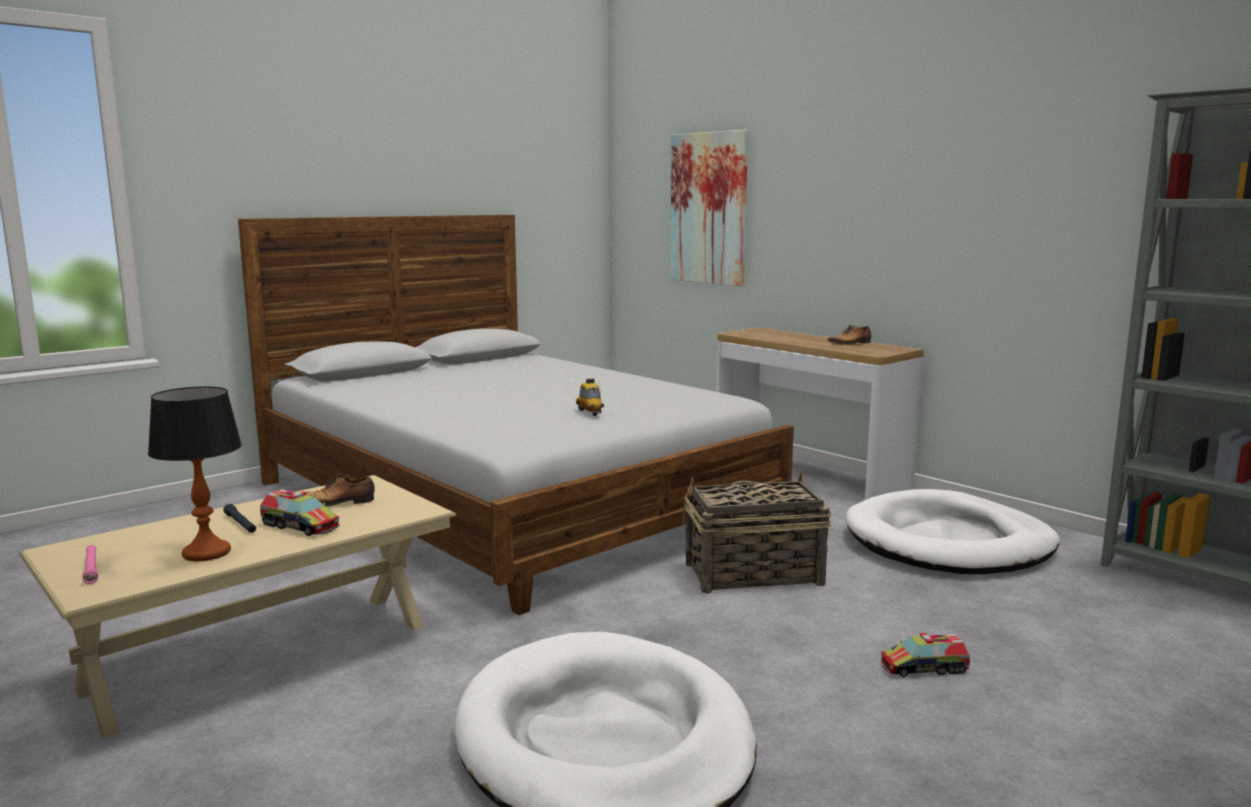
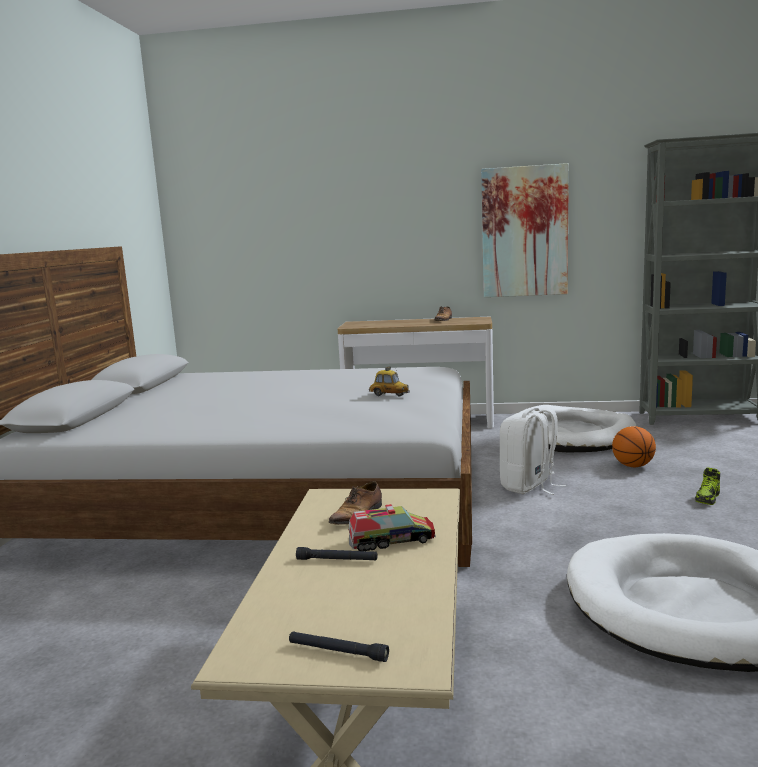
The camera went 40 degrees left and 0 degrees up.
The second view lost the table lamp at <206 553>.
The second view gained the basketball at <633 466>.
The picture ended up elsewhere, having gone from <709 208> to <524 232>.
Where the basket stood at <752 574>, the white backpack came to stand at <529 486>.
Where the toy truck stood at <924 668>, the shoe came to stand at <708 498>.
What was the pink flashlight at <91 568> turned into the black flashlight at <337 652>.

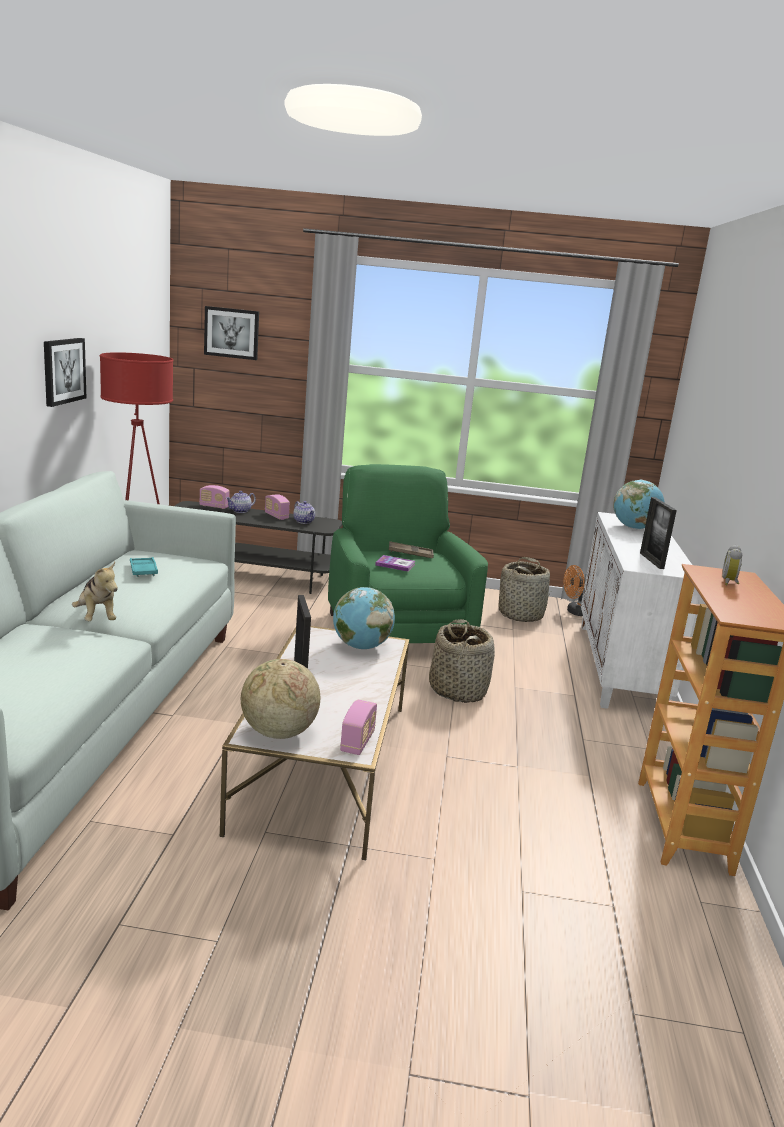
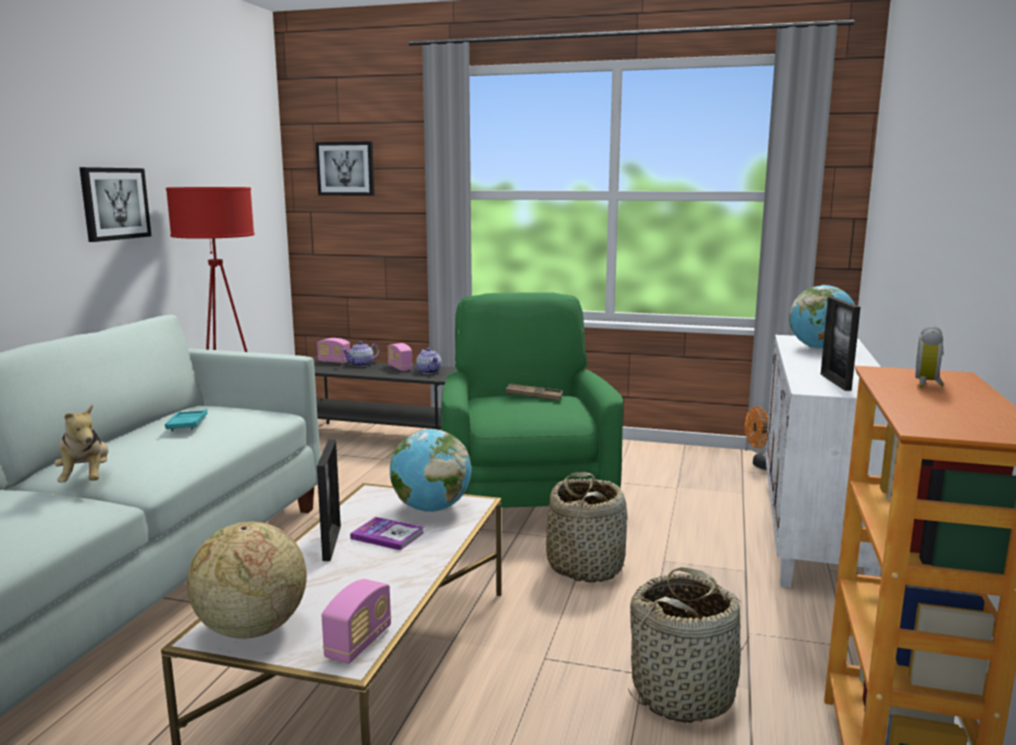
The camera went 10 degrees right and 5 degrees down.
The book ended up elsewhere, having gone from <395 564> to <387 535>.
The basket ended up elsewhere, having gone from <521 614> to <684 693>.

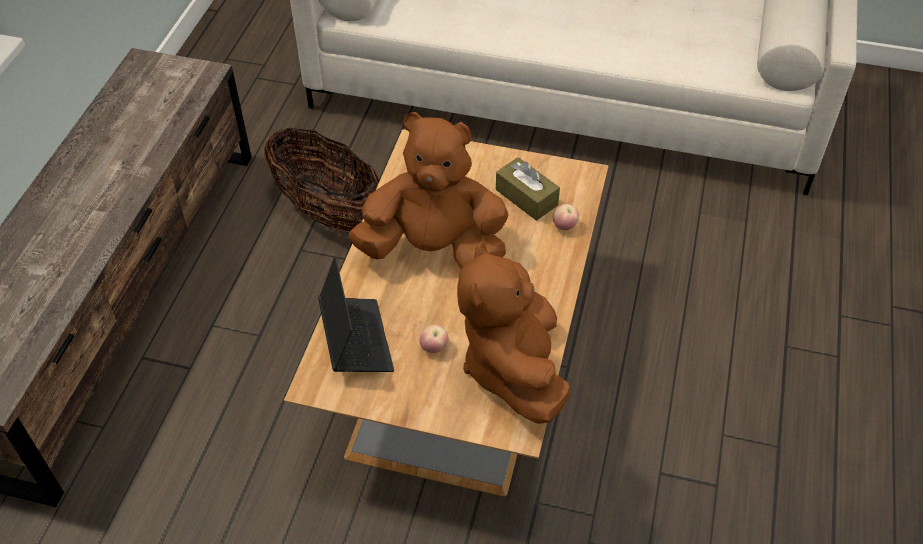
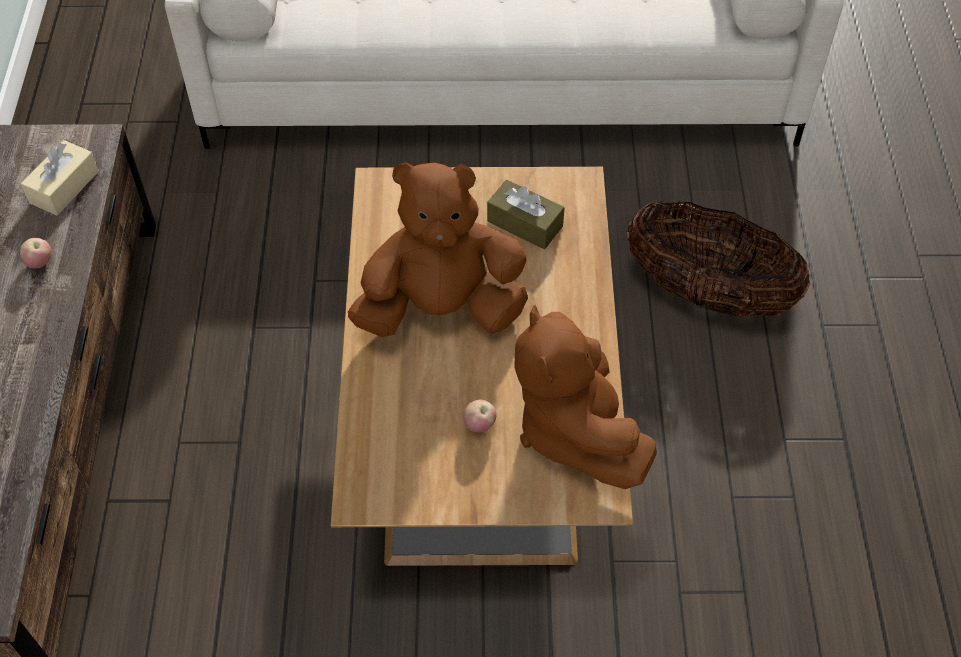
The camera went 15 degrees left and 5 degrees up.
The second view lost the laptop at <356 340>.
The second view gained the beige tissue box at <64 187>.
The basket ended up elsewhere, having gone from <330 212> to <707 293>.
The apple ended up elsewhere, having gone from <564 226> to <40 263>.

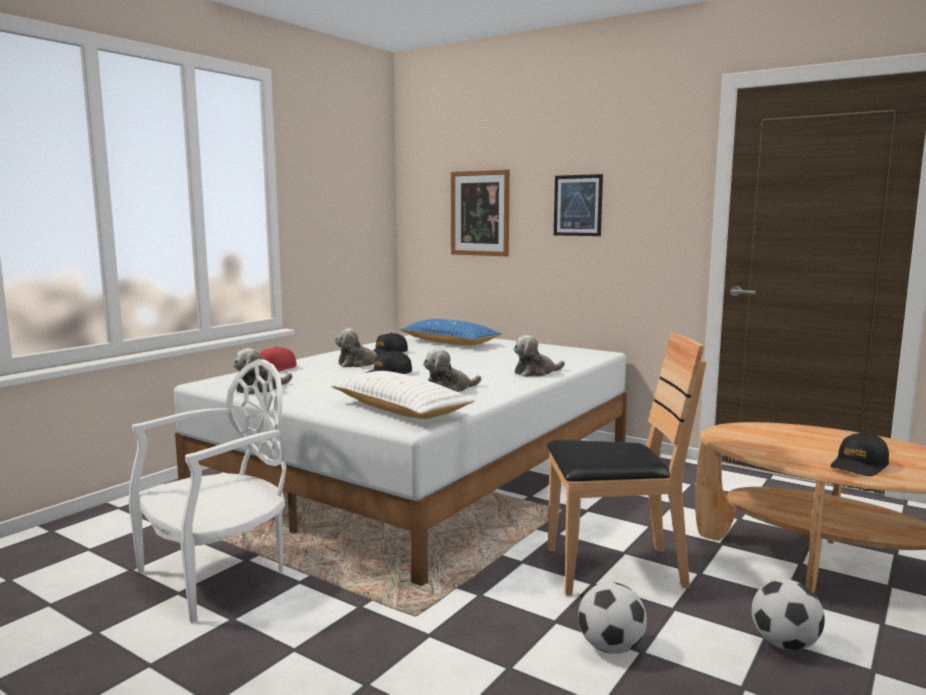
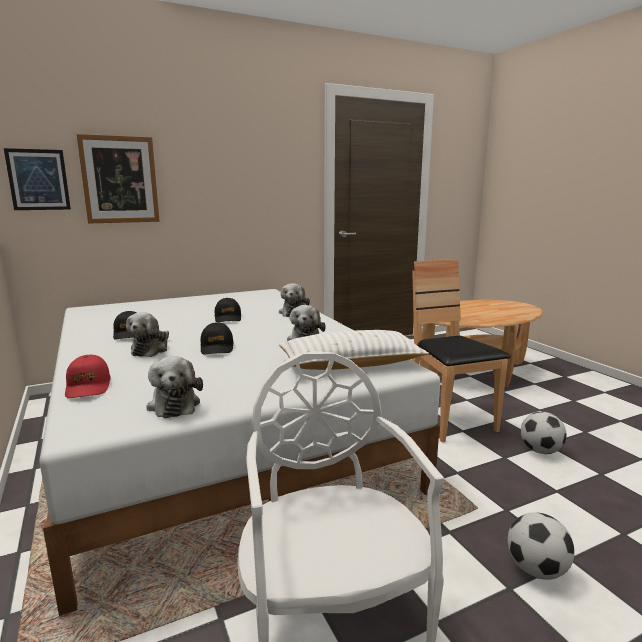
The camera went 60 degrees left and 5 degrees up.
The second view lost the blue pillow at <449 343>.
The picture ended up elsewhere, having gone from <577 205> to <38 180>.
The football ended up elsewhere, having gone from <784 644> to <536 570>.
The black cap ended up elsewhere, having gone from <859 466> to <228 318>.
The brown chair at <613 569> ended up facing another way, 45 degrees counterclockwise from before.

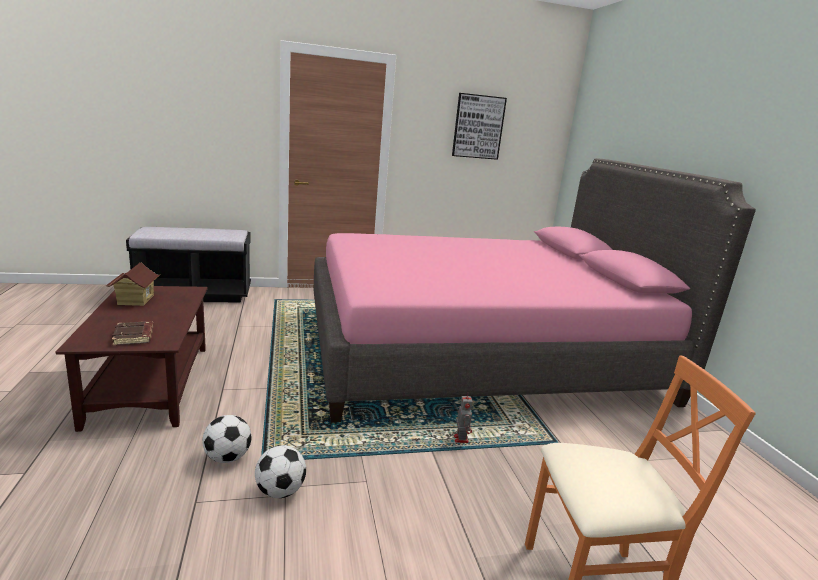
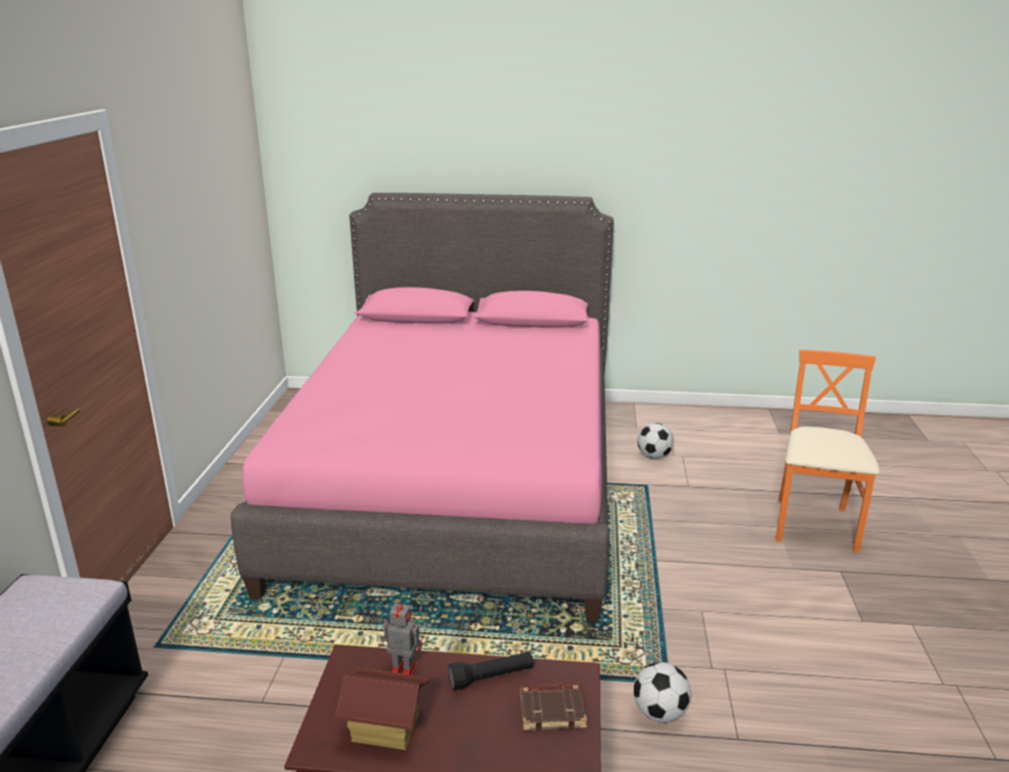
The camera went 70 degrees left and 5 degrees up.
The second view lost the picture at <478 127>.
The second view gained the black flashlight at <491 678>.
The football ended up elsewhere, having gone from <280 491> to <654 456>.
The toy robot ended up elsewhere, having gone from <460 439> to <402 669>.

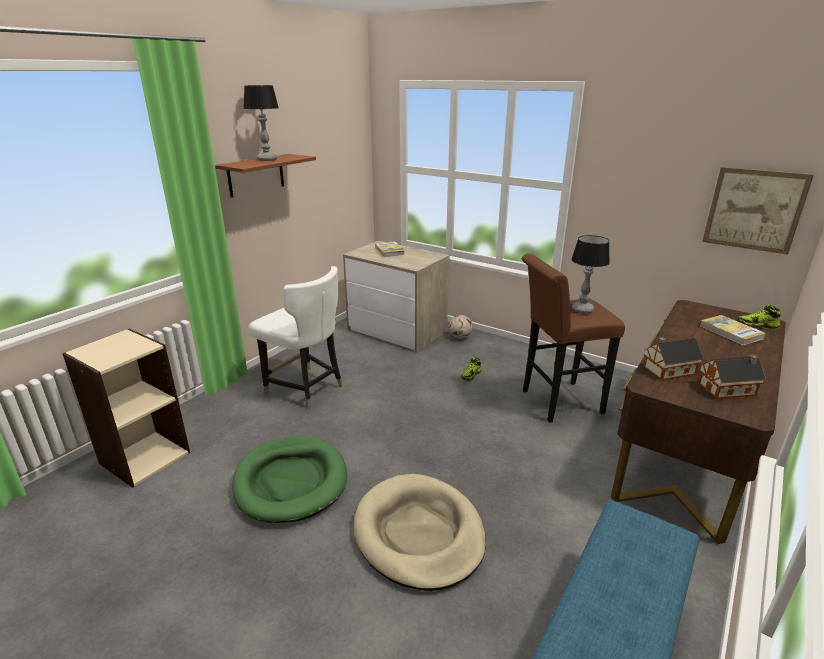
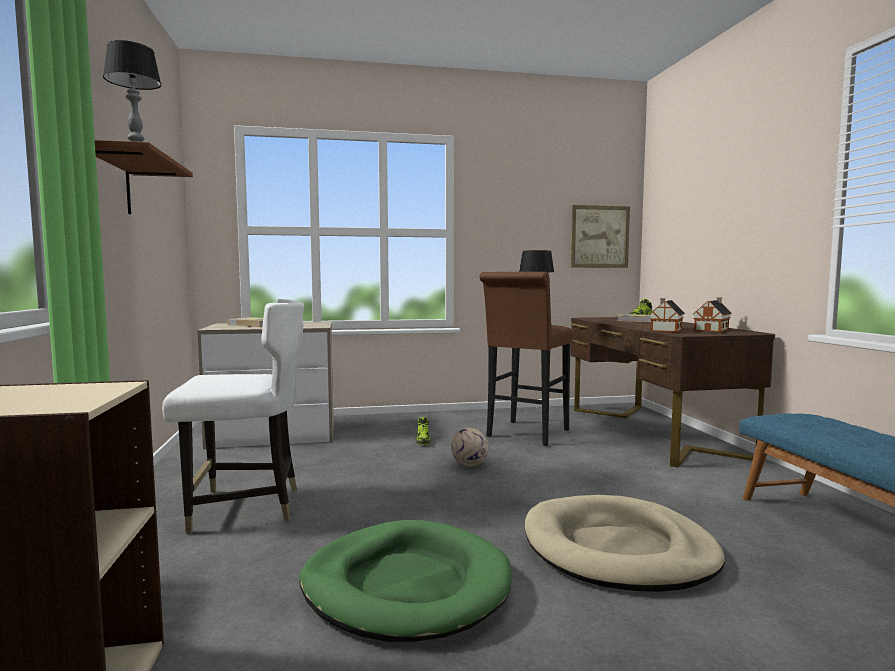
The camera went 45 degrees left and 20 degrees down.
The football ended up elsewhere, having gone from <460 337> to <469 465>.

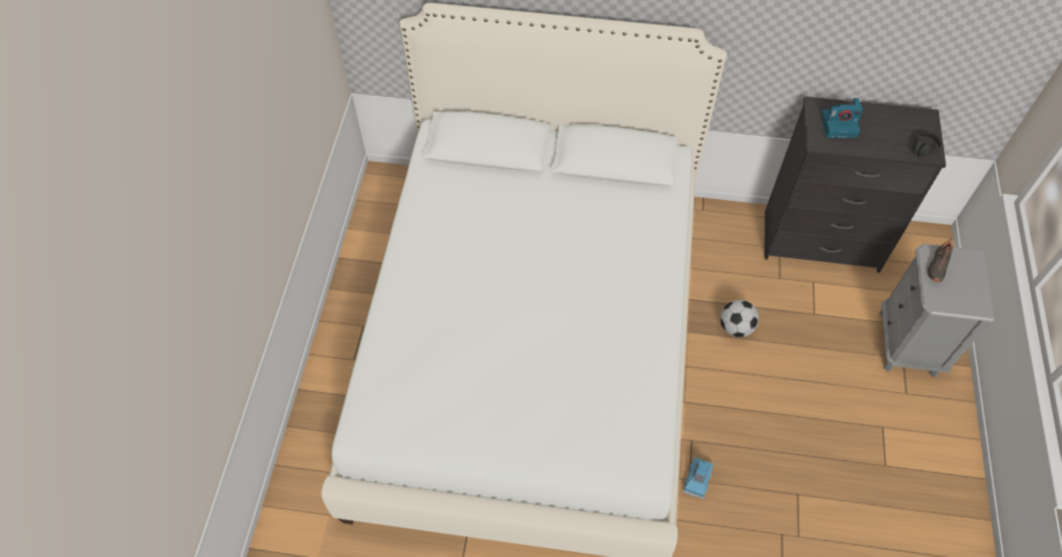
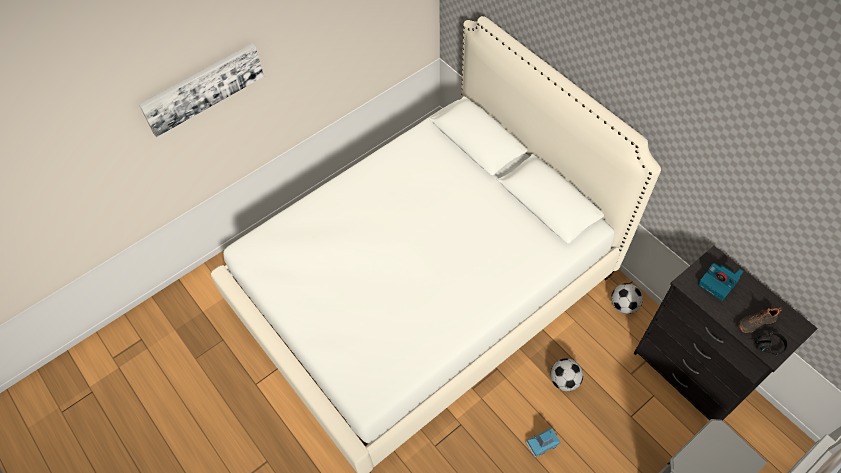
The camera went 45 degrees right and 0 degrees up.
The second view gained the picture at <203 88>.
The second view gained the football at <623 305>.
The blue toy car ended up elsewhere, having gone from <697 480> to <542 443>.
The black shoe ended up elsewhere, having gone from <937 265> to <755 321>.

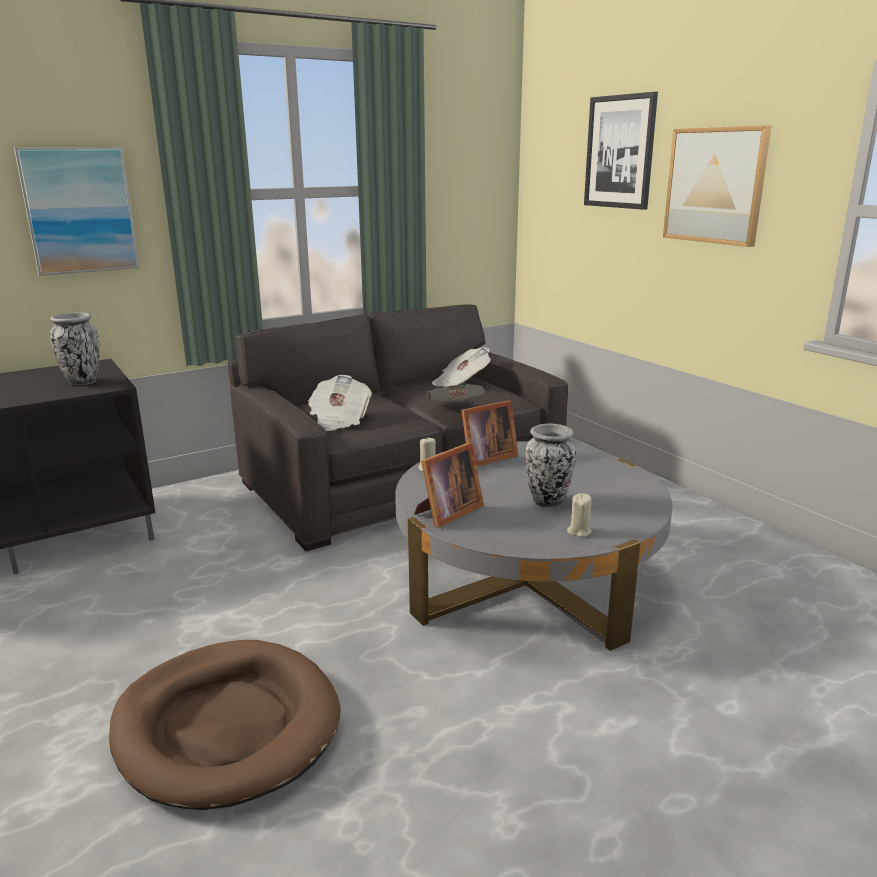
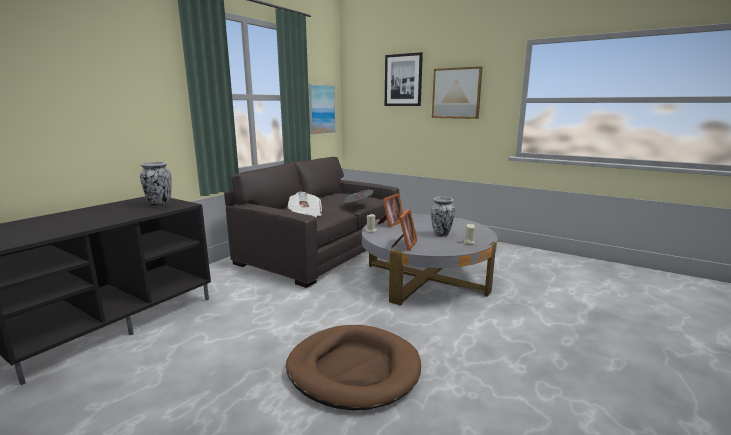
The camera went 25 degrees left and 5 degrees down.
The second view lost the newspaper at <461 383>.
The picture ended up elsewhere, having gone from <79 210> to <321 109>.

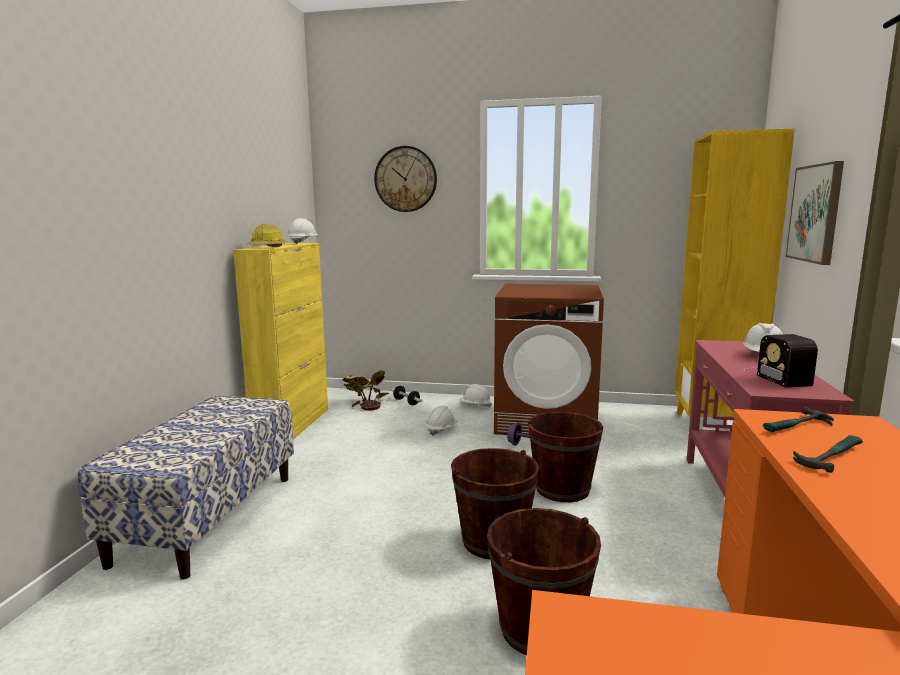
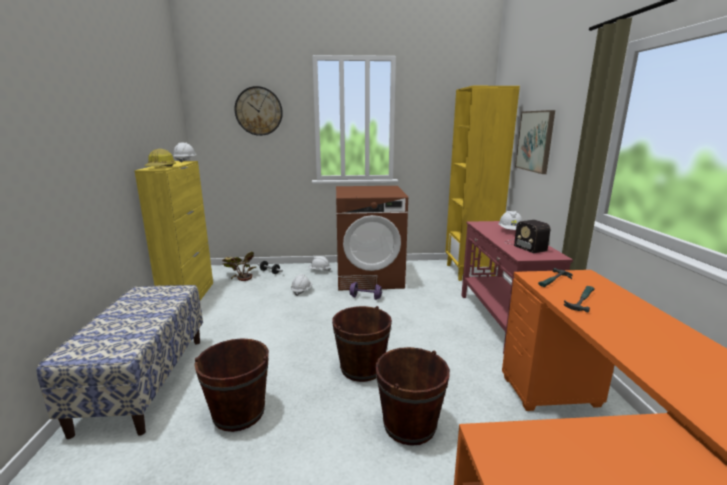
The camera went 15 degrees left and 5 degrees up.
The brown bucket ended up elsewhere, having gone from <562 489> to <239 413>.

